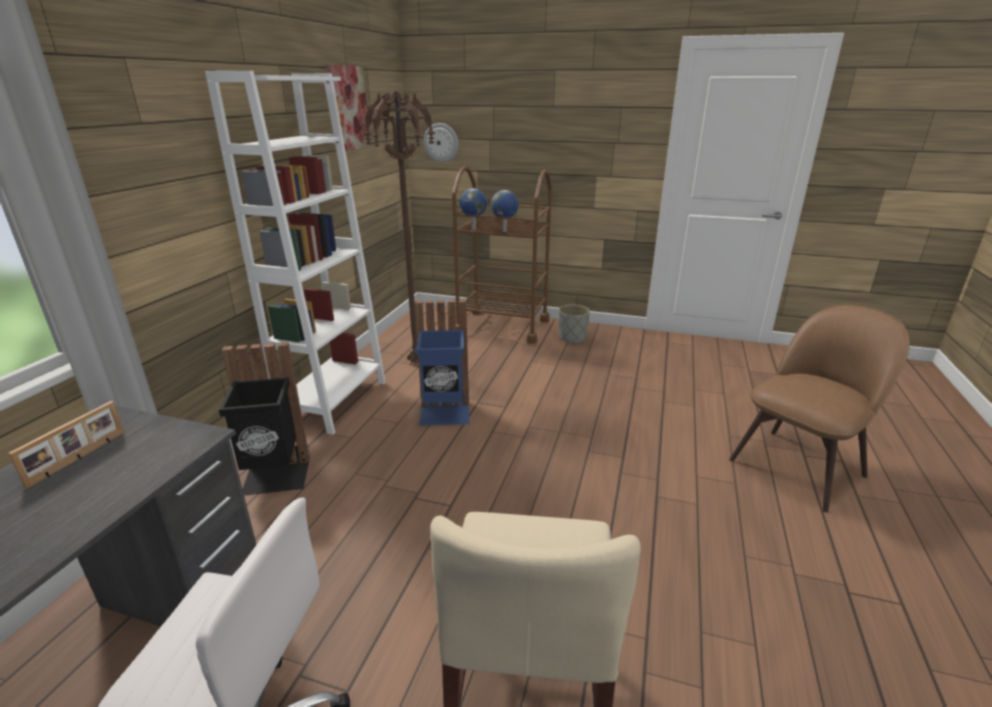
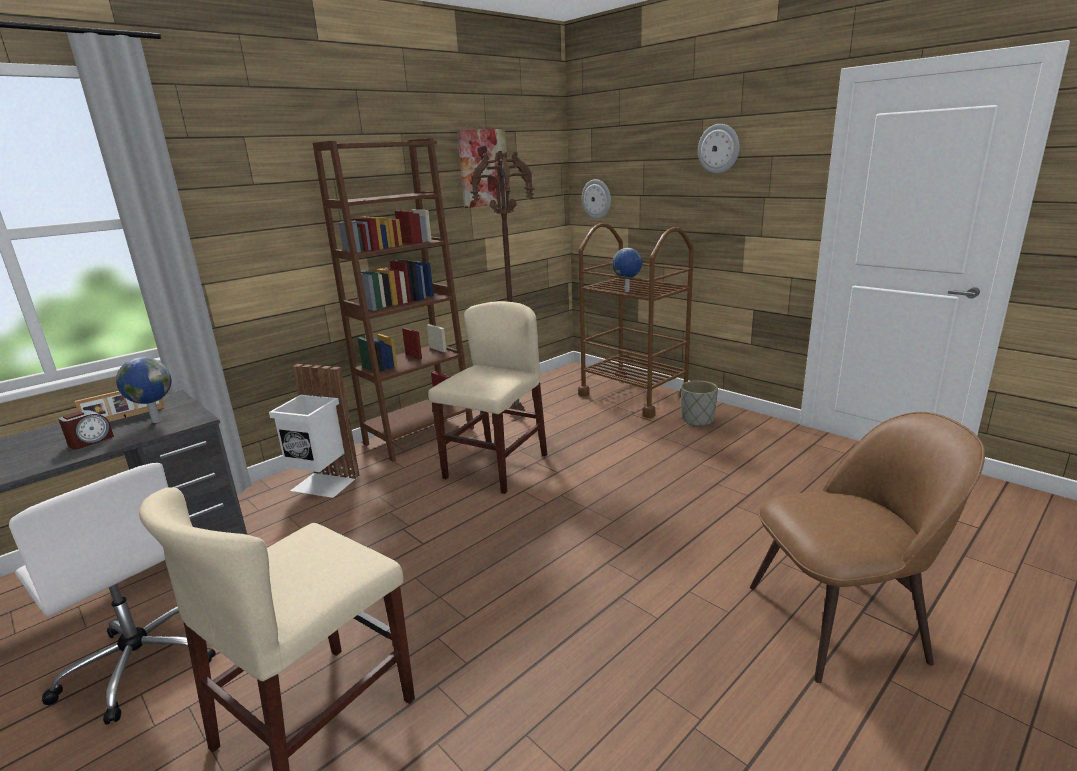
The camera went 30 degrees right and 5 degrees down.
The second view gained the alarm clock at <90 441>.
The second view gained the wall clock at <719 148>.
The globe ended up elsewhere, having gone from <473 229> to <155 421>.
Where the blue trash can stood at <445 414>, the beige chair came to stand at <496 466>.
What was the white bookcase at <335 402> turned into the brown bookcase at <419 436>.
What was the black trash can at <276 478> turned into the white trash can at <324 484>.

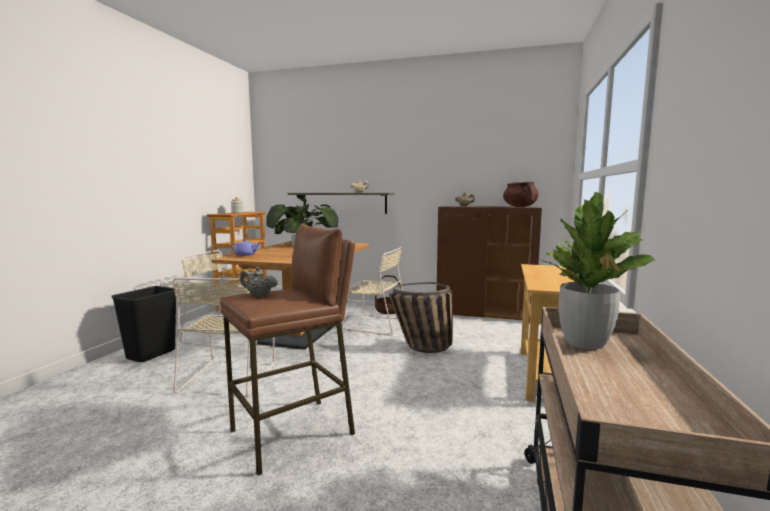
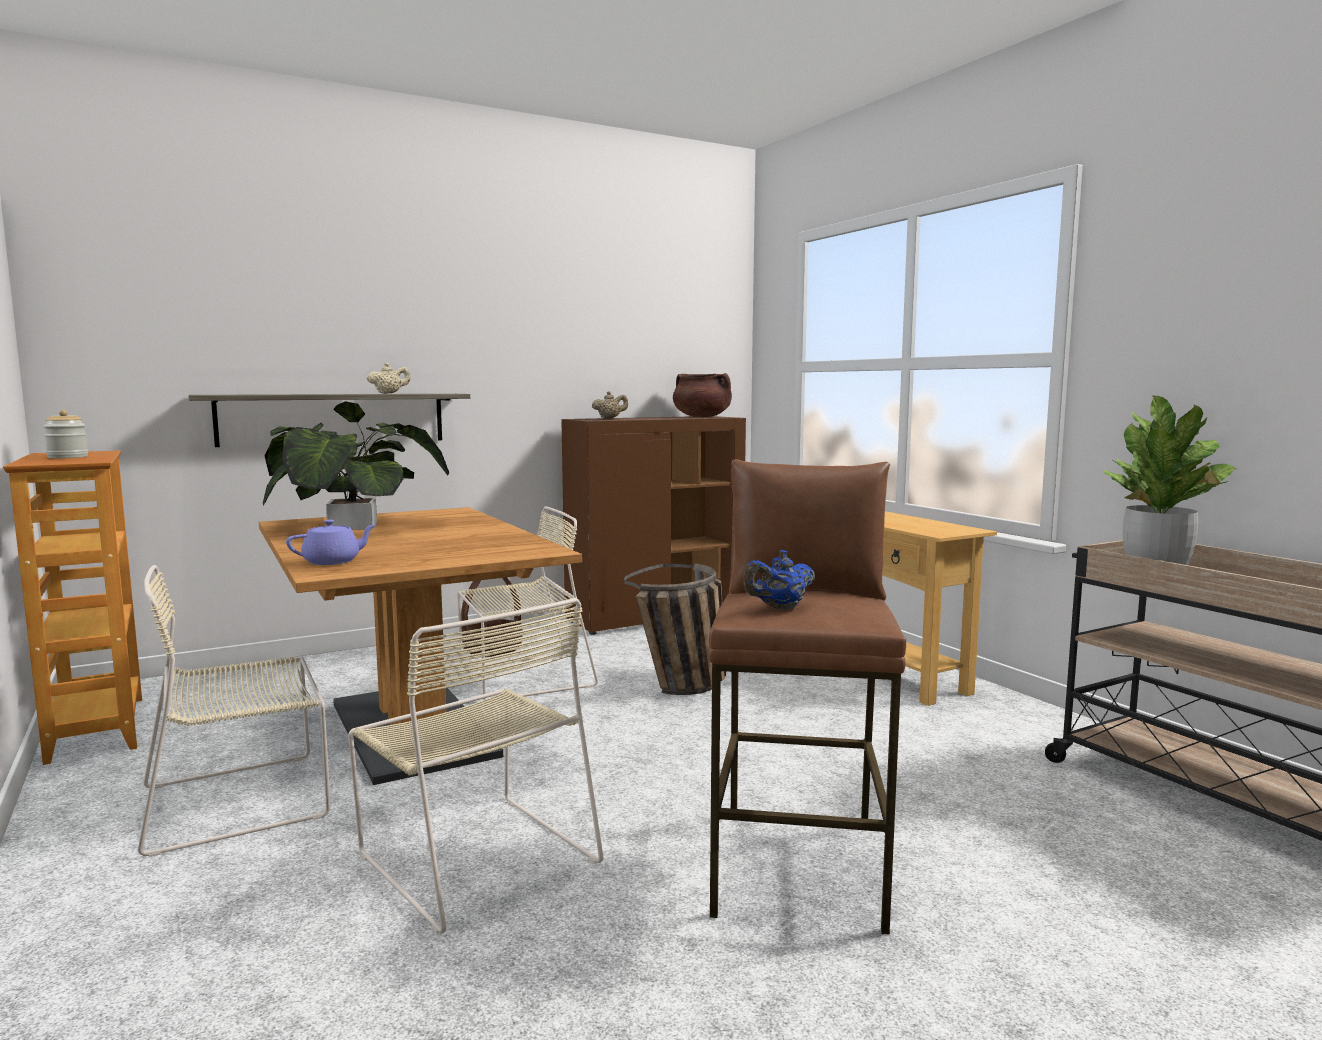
The camera went 45 degrees left and 0 degrees up.
The second view lost the black trash can at <151 354>.
What was the beige teapot at <258 295> turned into the blue teapot at <779 608>.

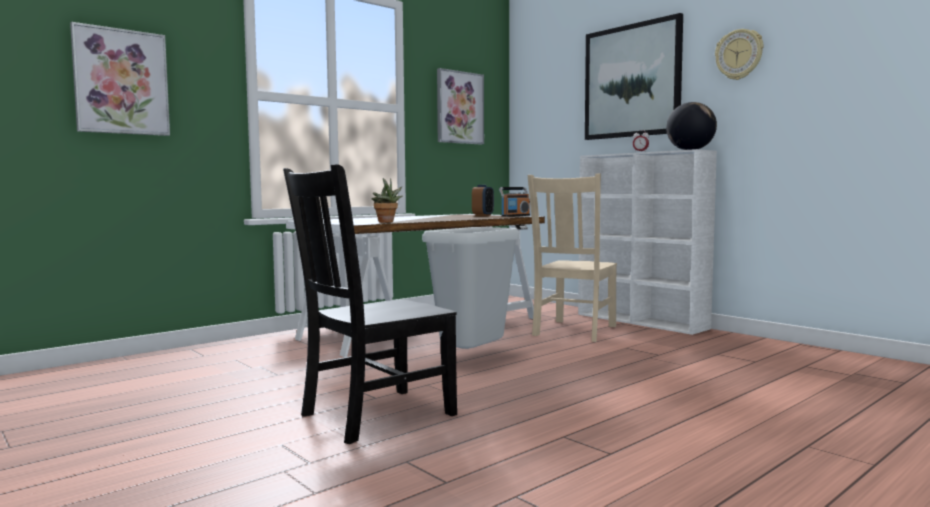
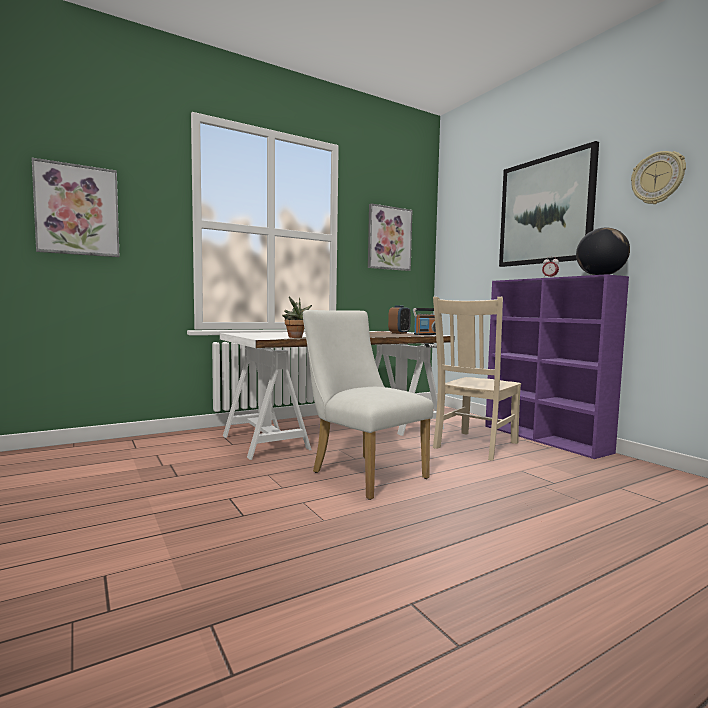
The camera went 10 degrees right and 0 degrees up.
The second view lost the black chair at <373 415>.
Where the grey trash can stood at <472 360>, the white chair came to stand at <362 473>.
What was the white bookcase at <642 321> turned into the purple bookcase at <545 439>.

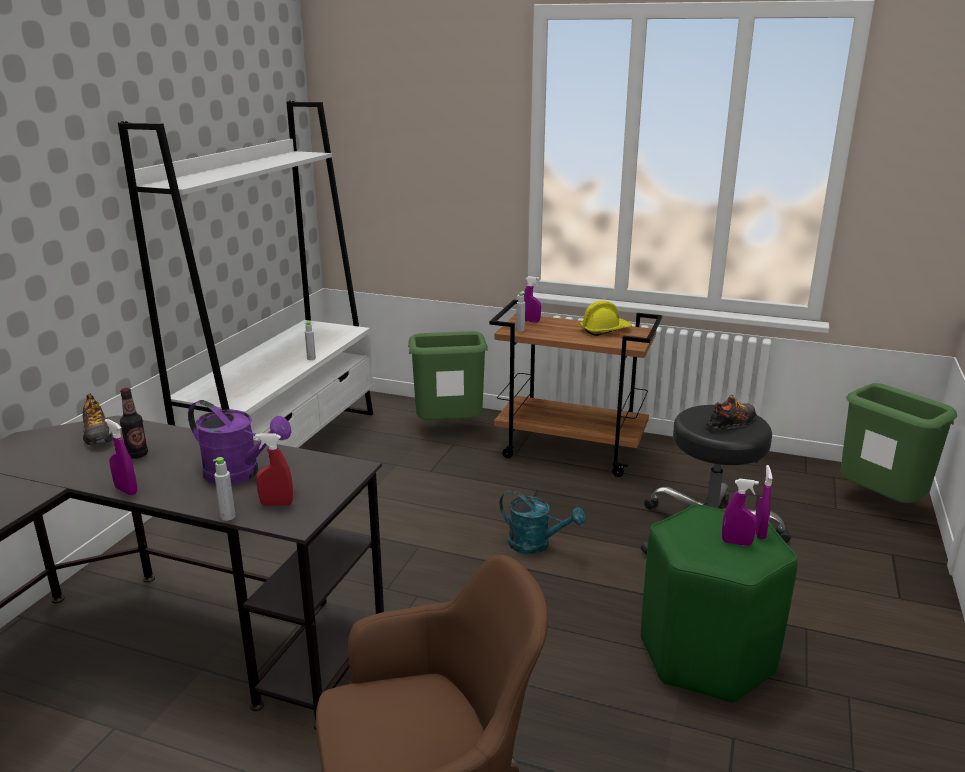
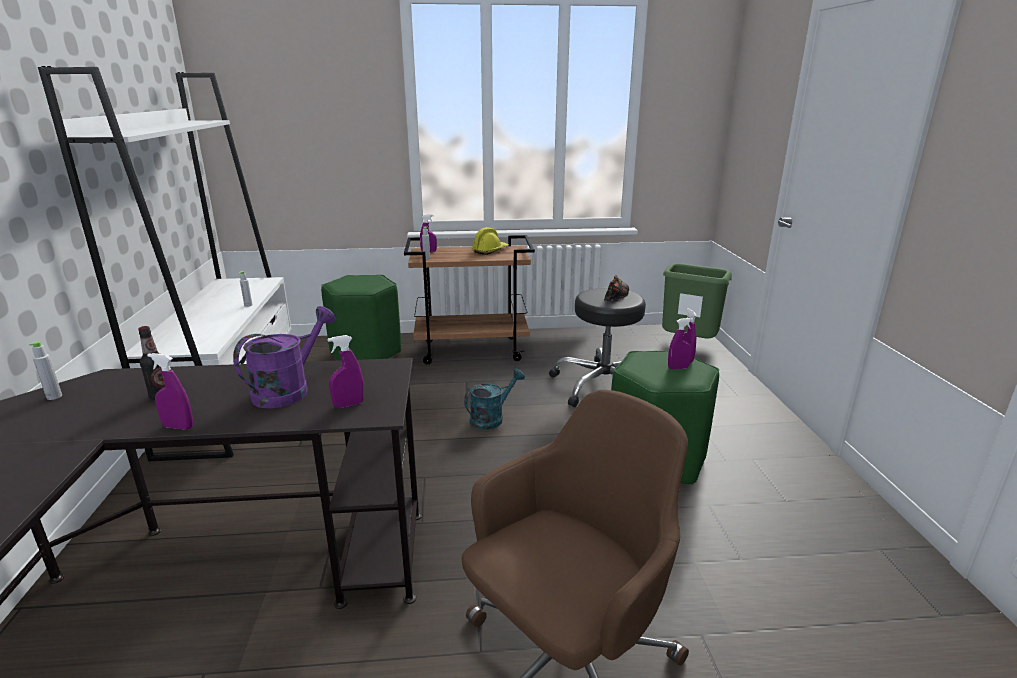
The camera went 25 degrees left and 0 degrees up.
The second view lost the shoe at <98 435>.
The grey bottle ended up elsewhere, having gone from <228 516> to <54 396>.
Where the green trash can stood at <449 428>, the green stool came to stand at <366 352>.
What was the red spray bottle at <276 504> turned into the purple spray bottle at <349 405>.
The purple watering can at <240 474> ended up facing another way, 60 degrees counterclockwise from before.
The turquoise watering can at <536 545> ended up facing another way, 45 degrees counterclockwise from before.

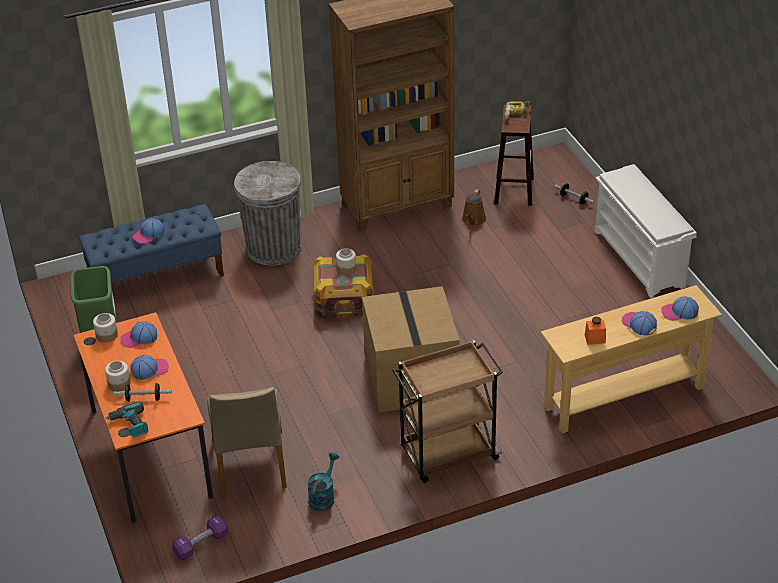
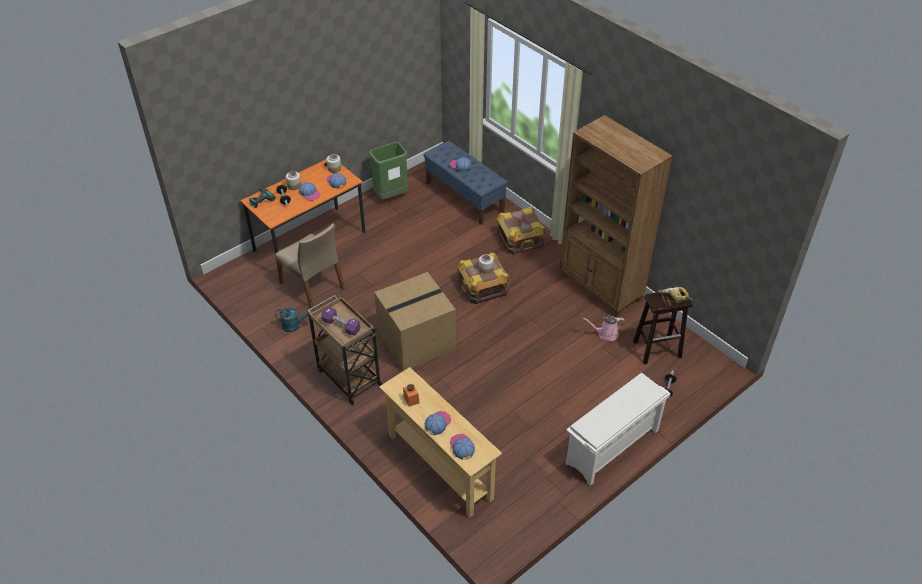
The camera went 70 degrees right and 5 degrees up.
The purple dumbbell ended up elsewhere, having gone from <201 544> to <341 326>.
Where the grey trash can stood at <273 248>, the crate came to stand at <520 239>.
What was the brown watering can at <473 220> turned into the pink watering can at <606 334>.
The beige chair at <250 464> ended up facing another way, 105 degrees counterclockwise from before.

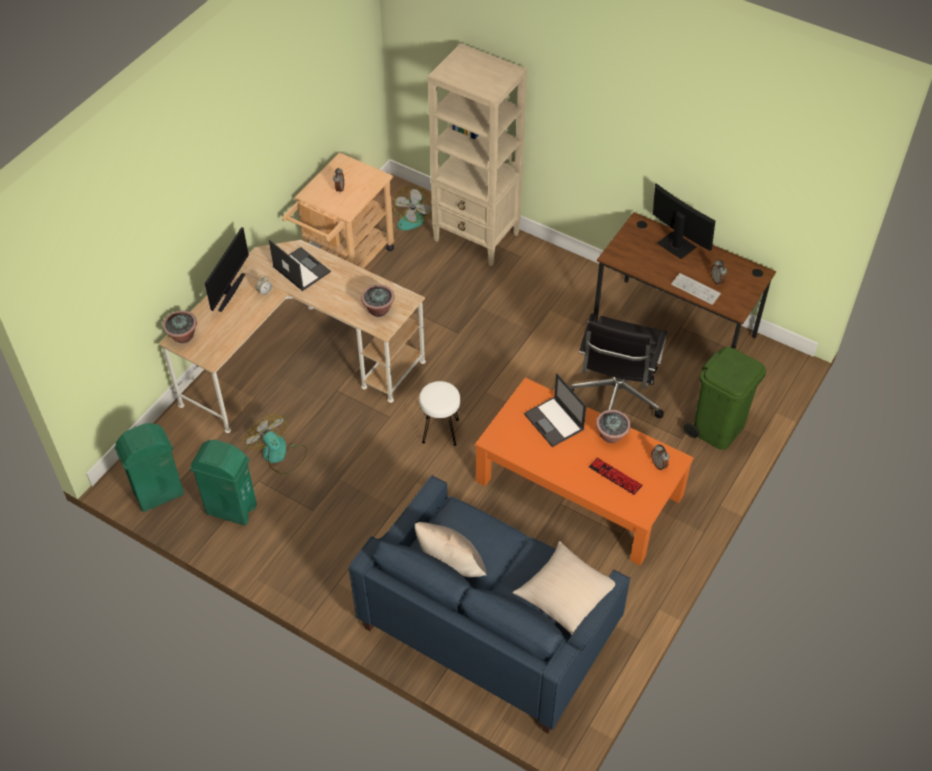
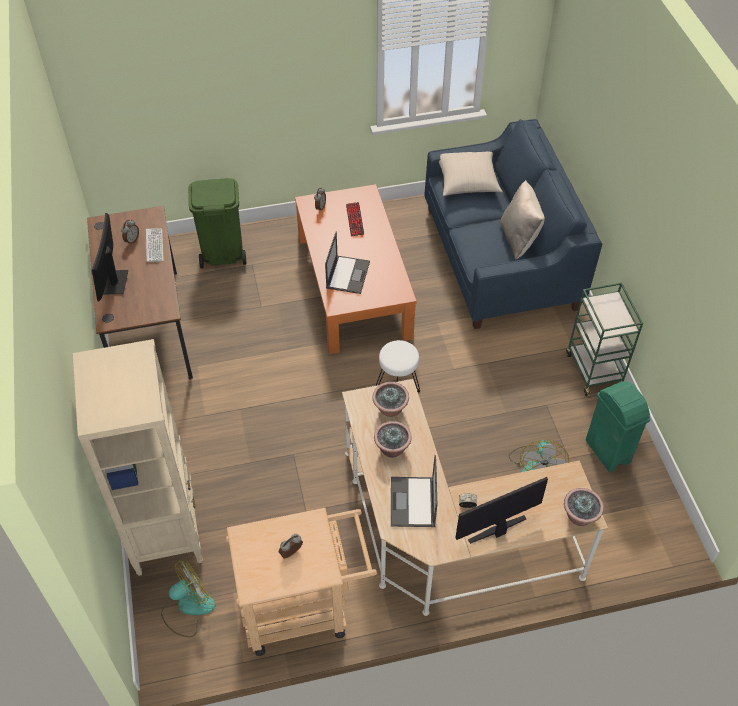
The camera went 135 degrees left and 0 degrees up.
The second view lost the green trash can at <158 494>.
The second view lost the black office chair at <615 397>.
The second view gained the green cart at <594 370>.
The potted plant ended up elsewhere, having gone from <611 436> to <392 449>.

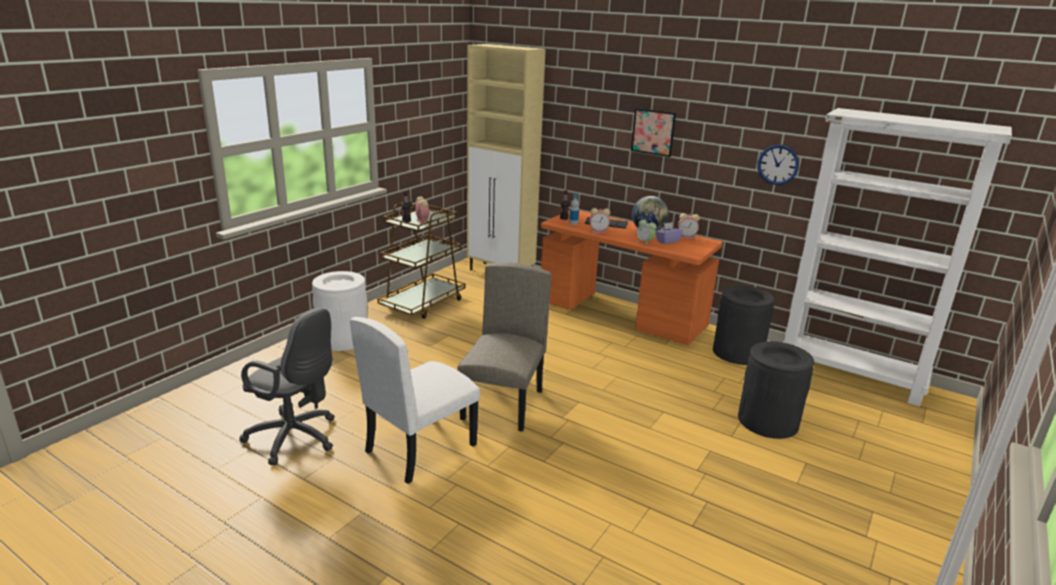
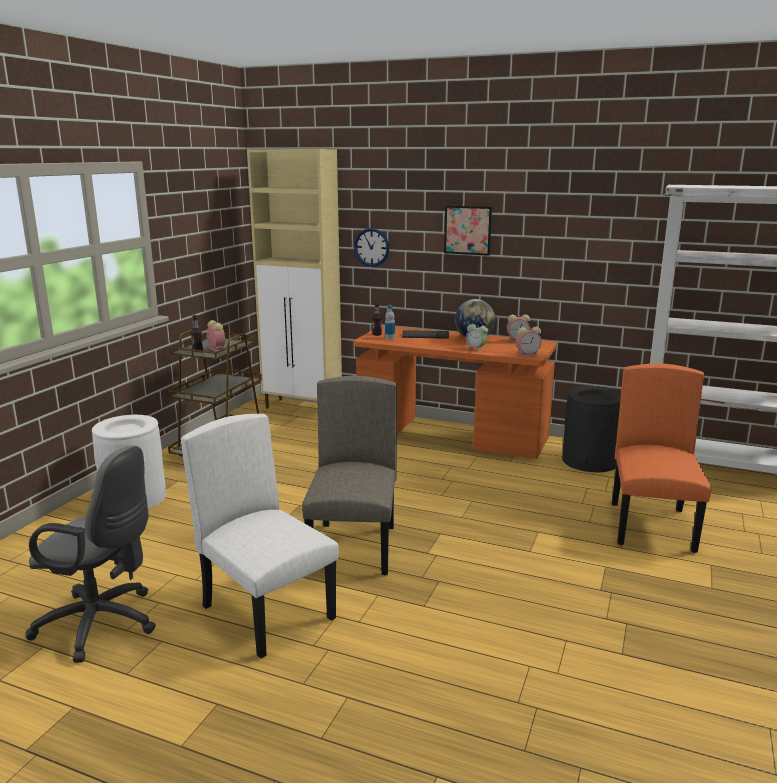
The camera went 10 degrees left and 5 degrees down.
The second view lost the purple tissue box at <667 241>.
The alarm clock ended up elsewhere, having gone from <599 231> to <528 355>.
The wall clock ended up elsewhere, having gone from <778 164> to <371 247>.
Where the black trash can stood at <768 421>, the orange chair came to stand at <652 526>.
The white chair at <420 448> ended up facing another way, 105 degrees clockwise from before.

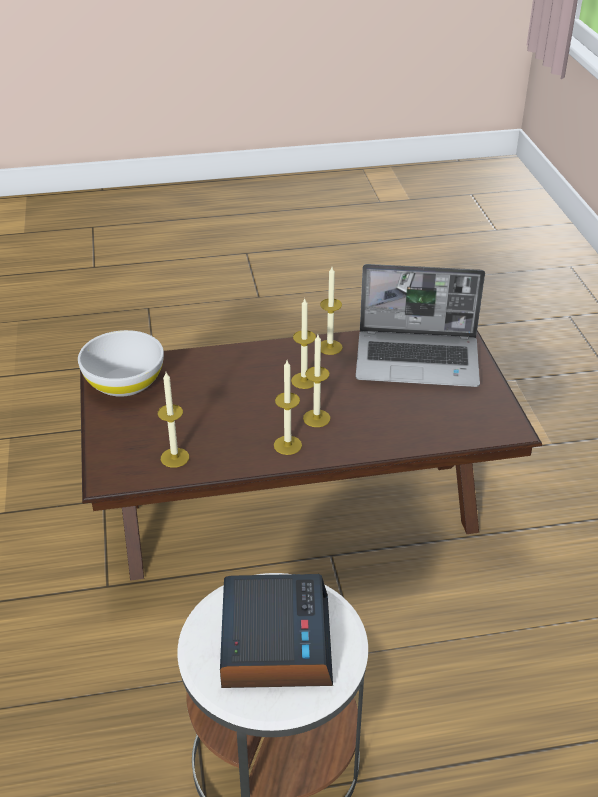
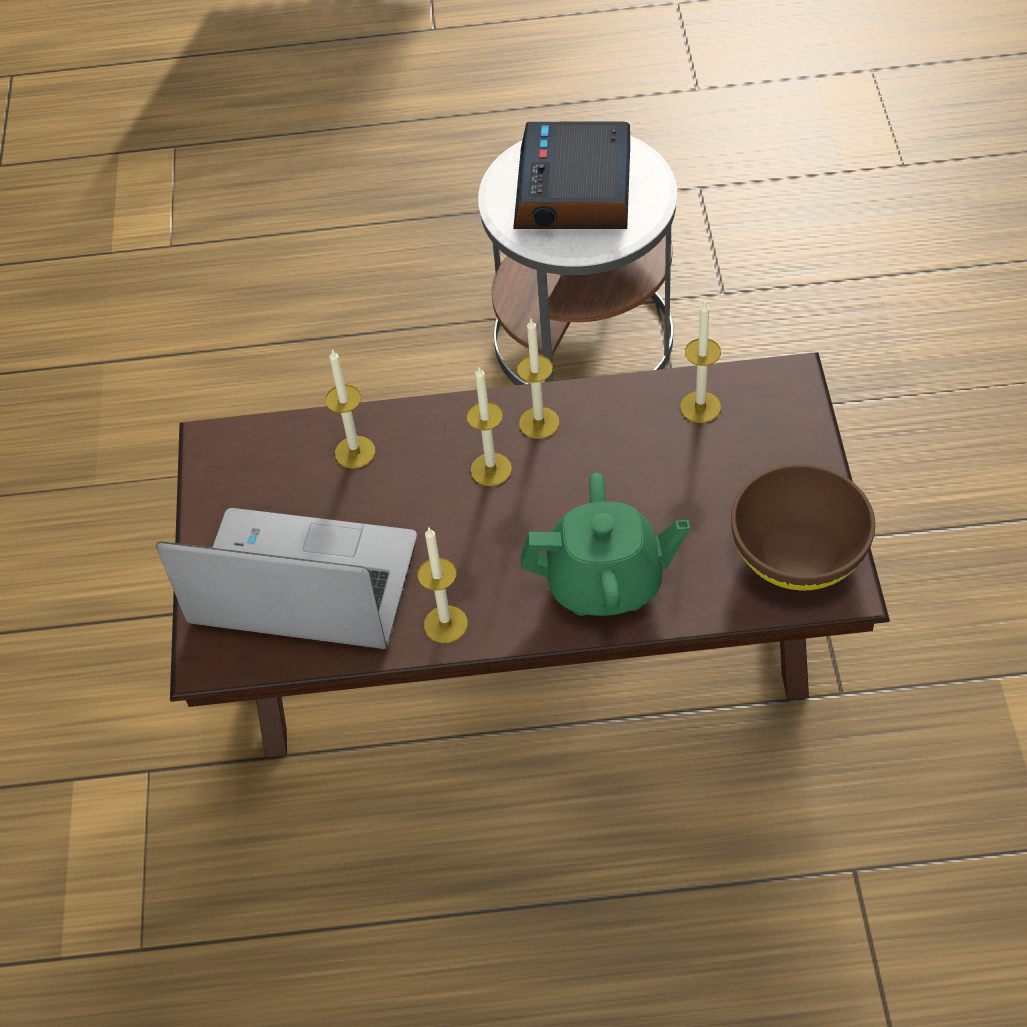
The camera went 170 degrees left and 15 degrees up.
The second view gained the green teapot at <605 583>.
The candle ended up elsewhere, having gone from <304 380> to <355 452>.
What was the white bowl at <125 382> turned into the brown bowl at <798 554>.

